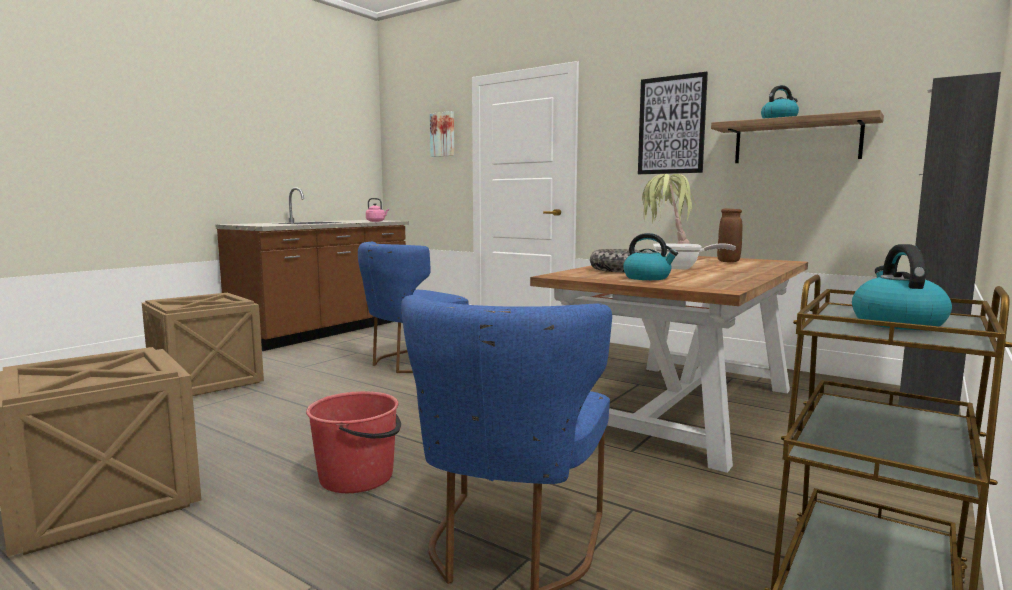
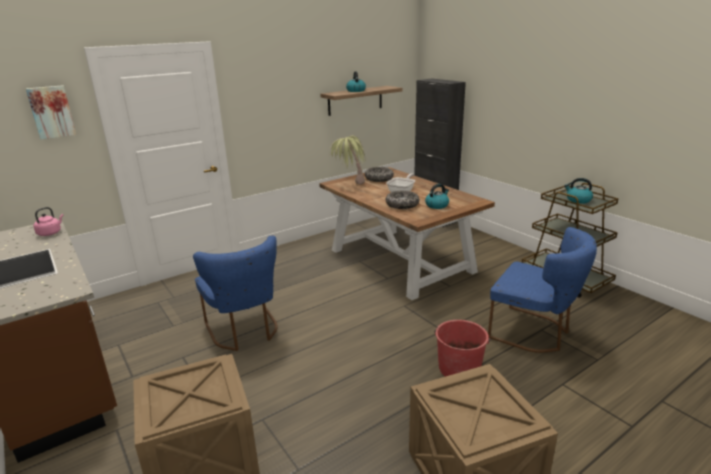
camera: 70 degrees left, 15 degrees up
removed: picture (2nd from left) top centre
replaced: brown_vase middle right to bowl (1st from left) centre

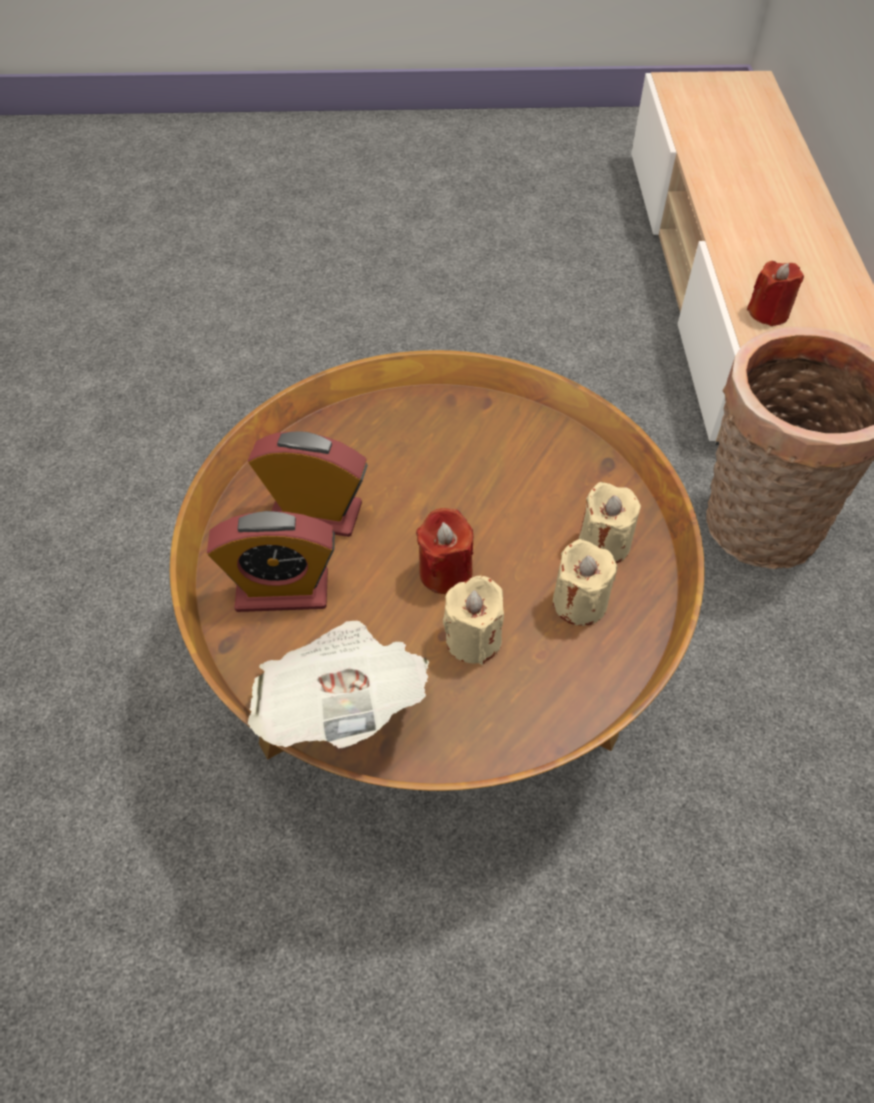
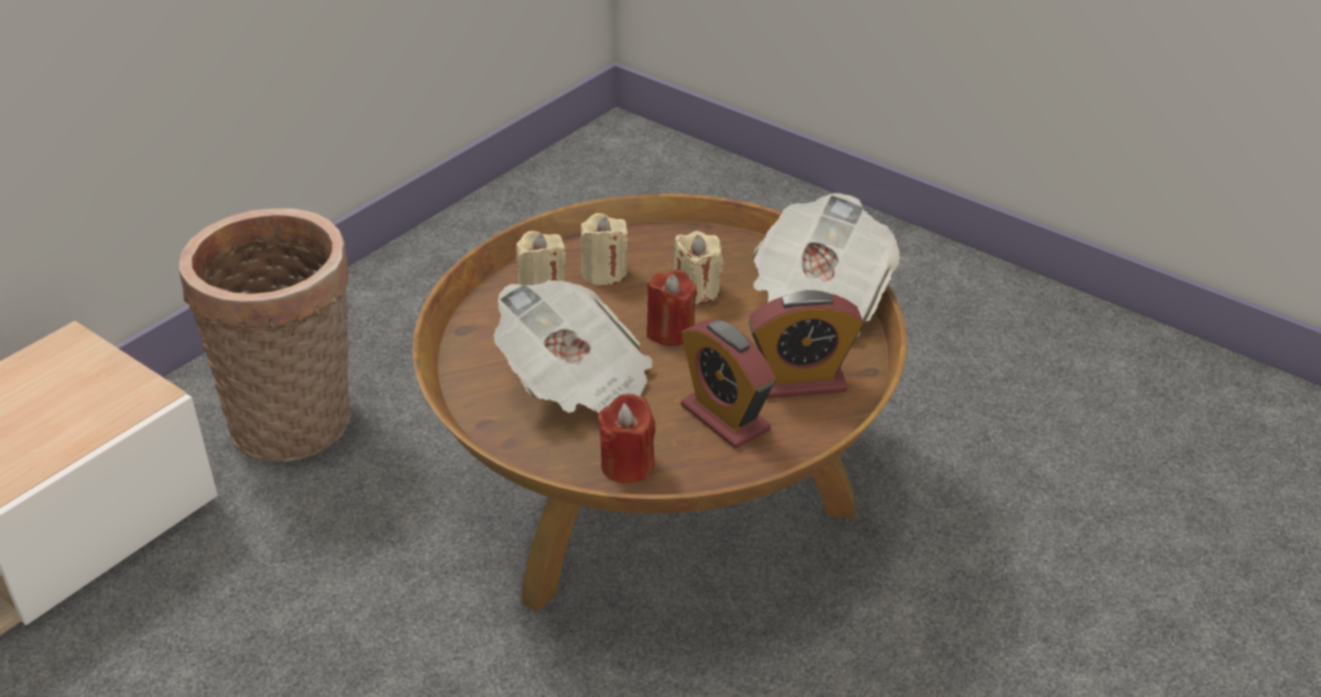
camera: 140 degrees left, 15 degrees down
added: newspaper (1st from left) centre
moved: red_candle (2nd from left in the first image) top right to red_candle (1st from left) centre
turned: alarm_clock (1st from left in the first image) middle left = centre 135 degrees clockwise

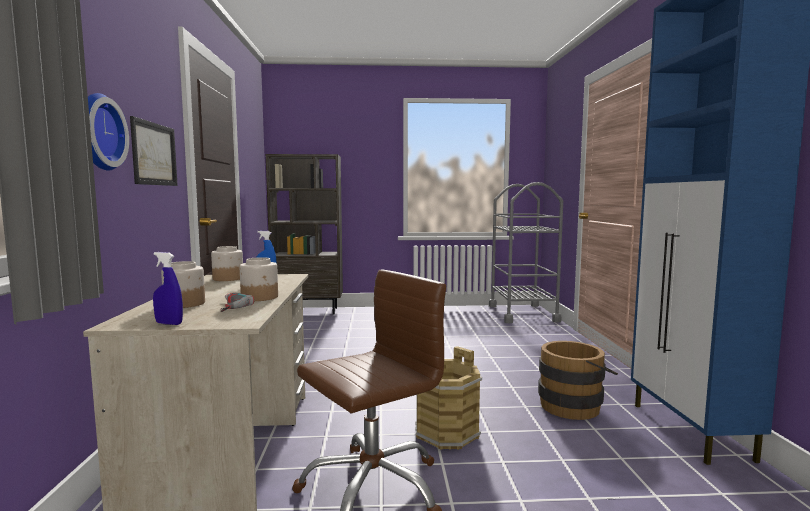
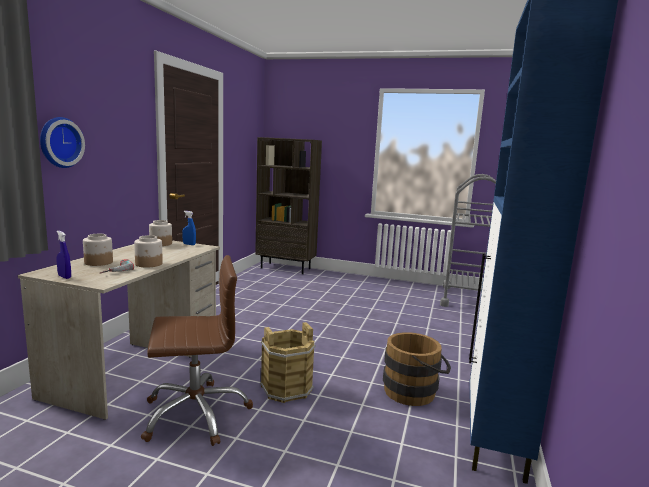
camera: 20 degrees right, 5 degrees up
removed: picture top left

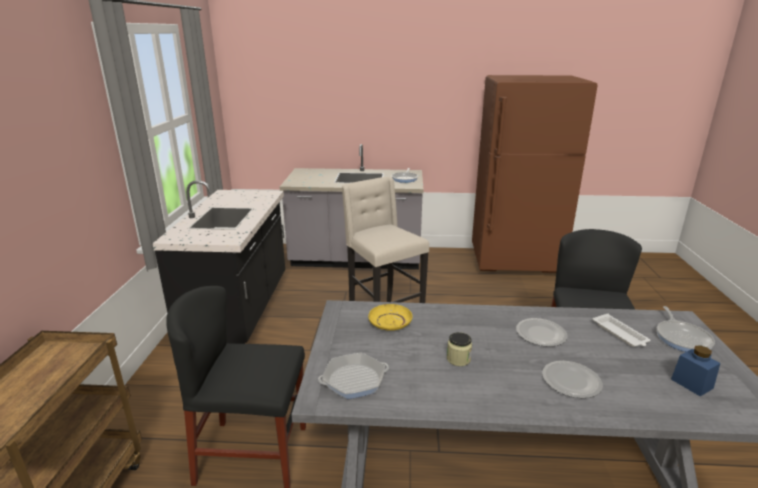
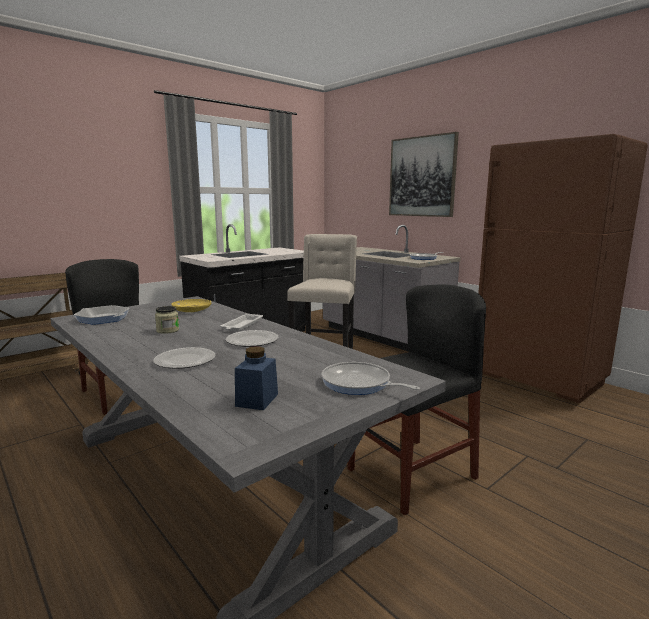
camera: 45 degrees right, 10 degrees down
added: picture top centre
moved: white_tray bottom right to centre
turned: frying_pan (3rd from left in the first image) bottom right = centre 75 degrees clockwise

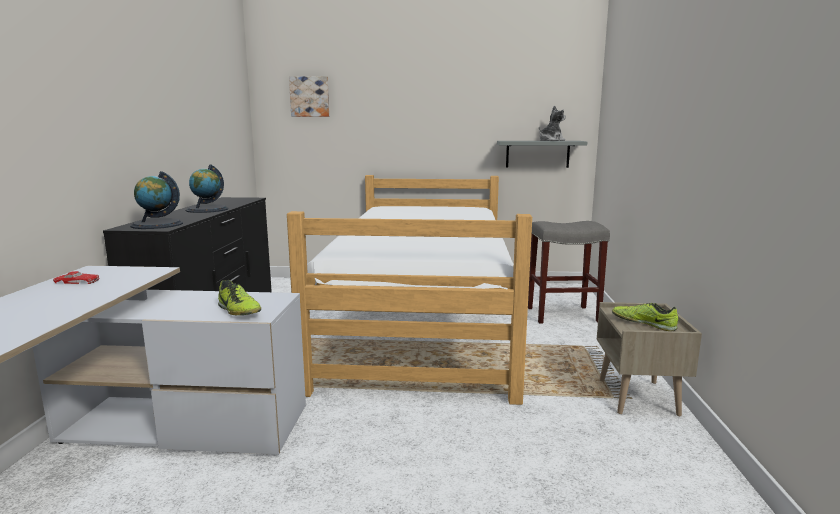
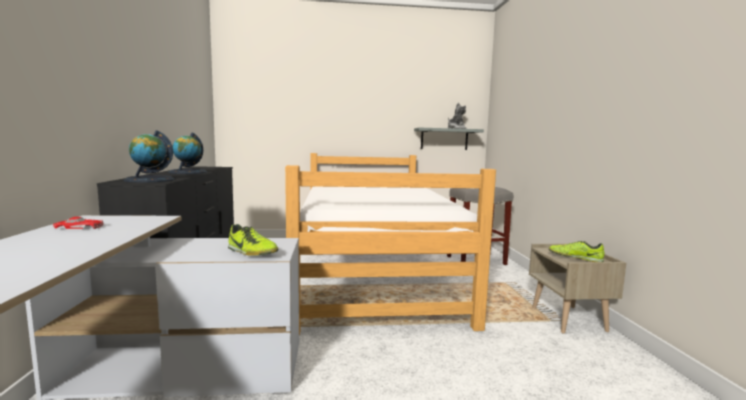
camera: 10 degrees left, 5 degrees down
removed: picture top centre

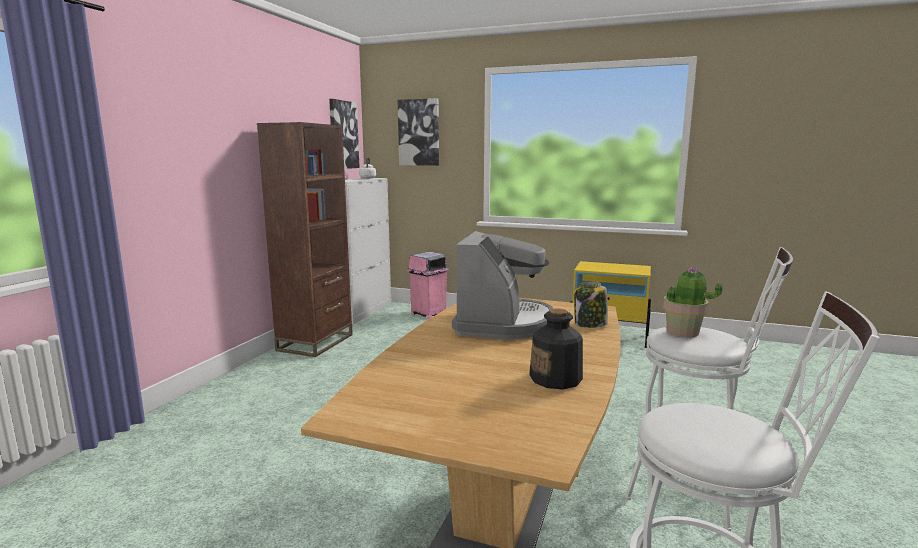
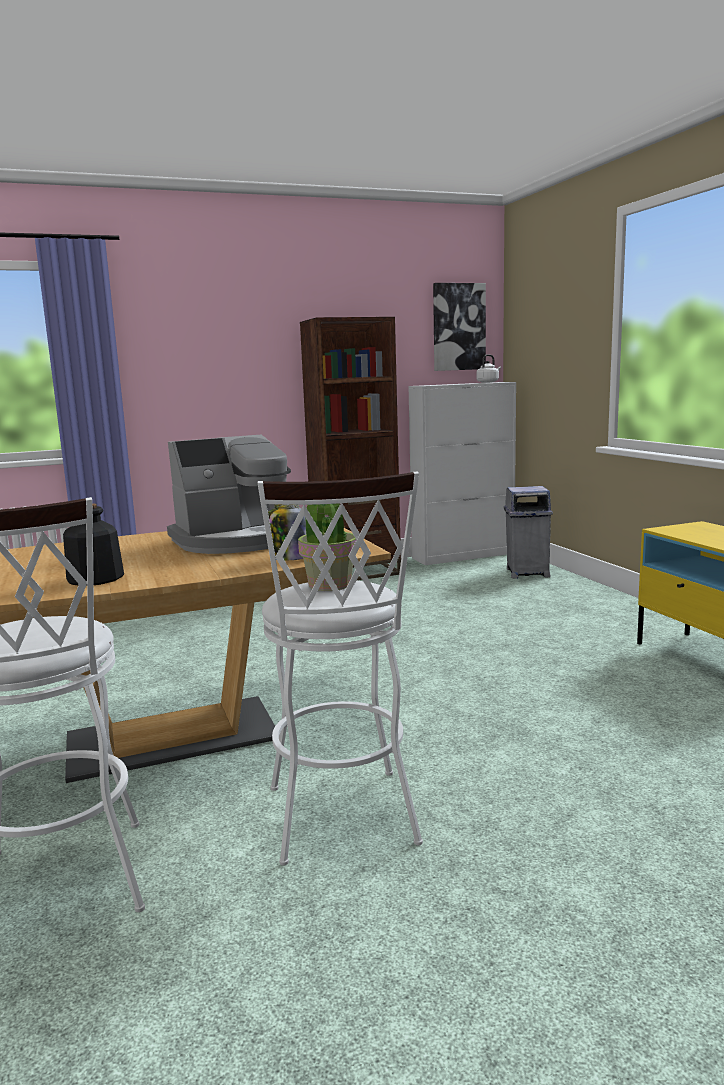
camera: 50 degrees right, 0 degrees up
removed: picture (2nd from left) top centre
recoloured: pink_trash_can centre to grey_trash_can middle right

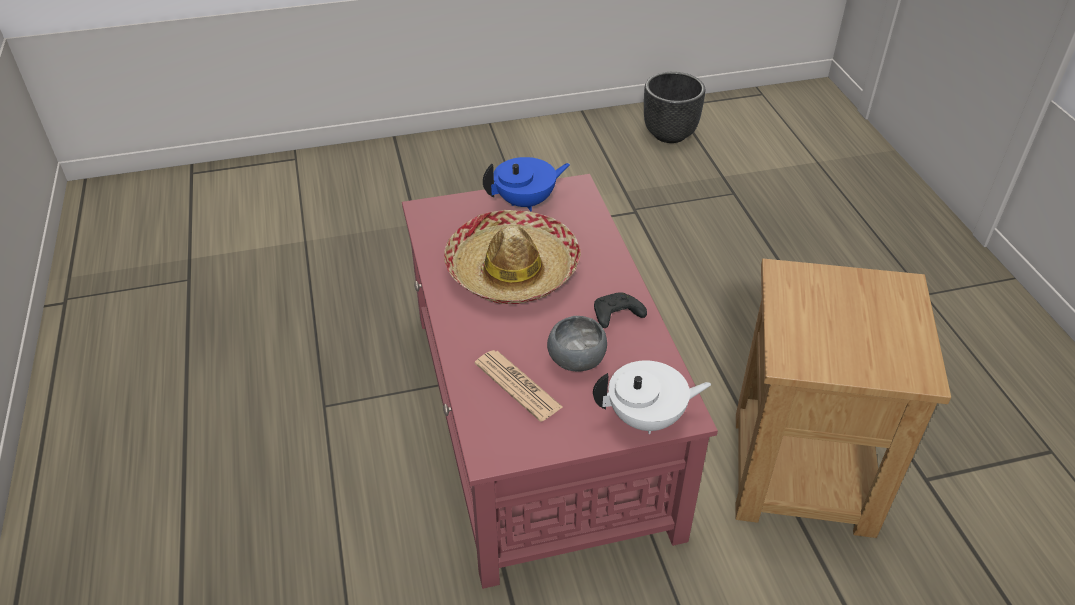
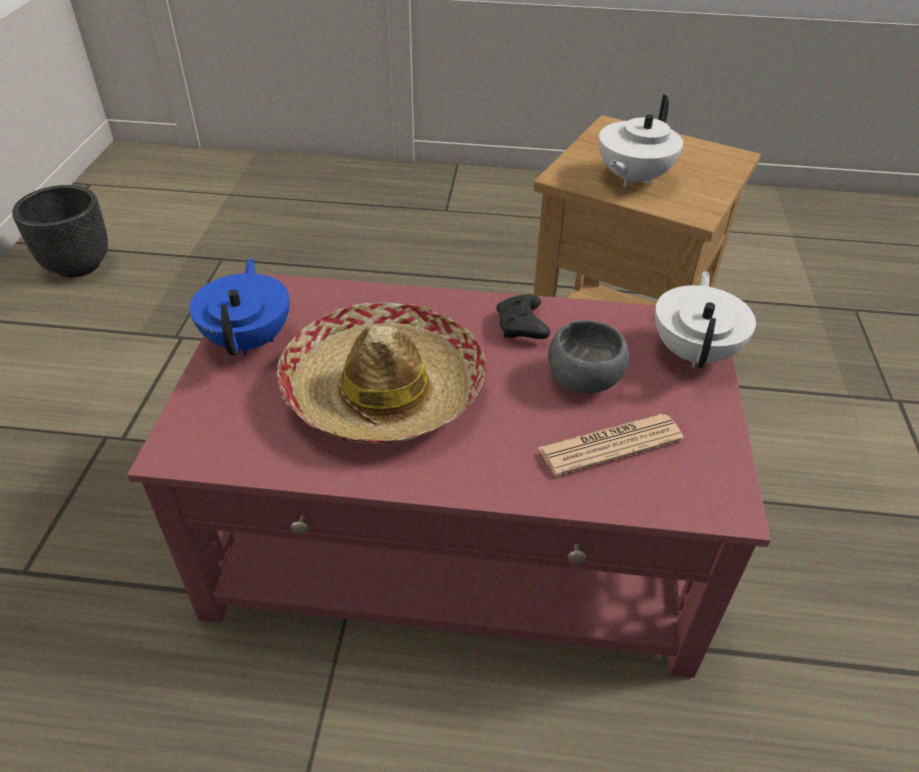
camera: 70 degrees left, 0 degrees up
added: white_teapot (1st from left) top right

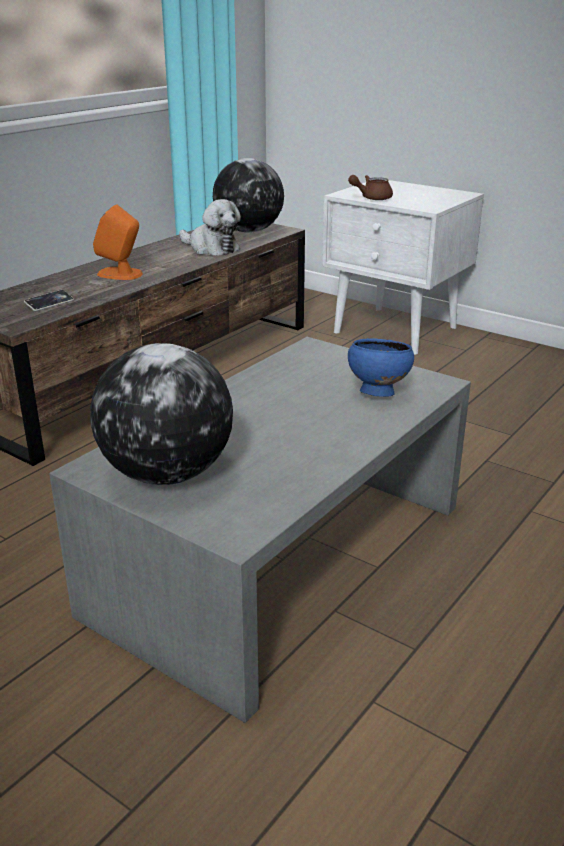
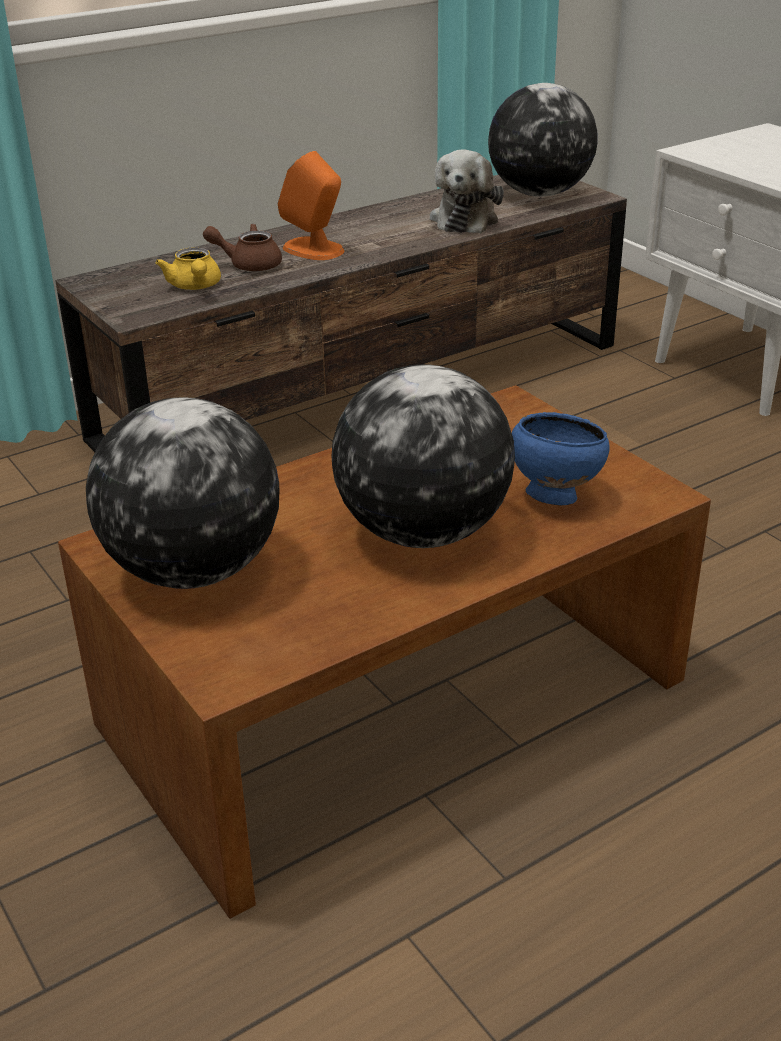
camera: 20 degrees right, 5 degrees up
added: globe (2nd from left) centre
moved: brown_teapot top centre to top left
replaced: phone middle left to yellow_teapot top left
recoloured: grey_coffee_table centre to brown_coffee_table centre
turned: plush_toy top centre = top centre 45 degrees clockwise

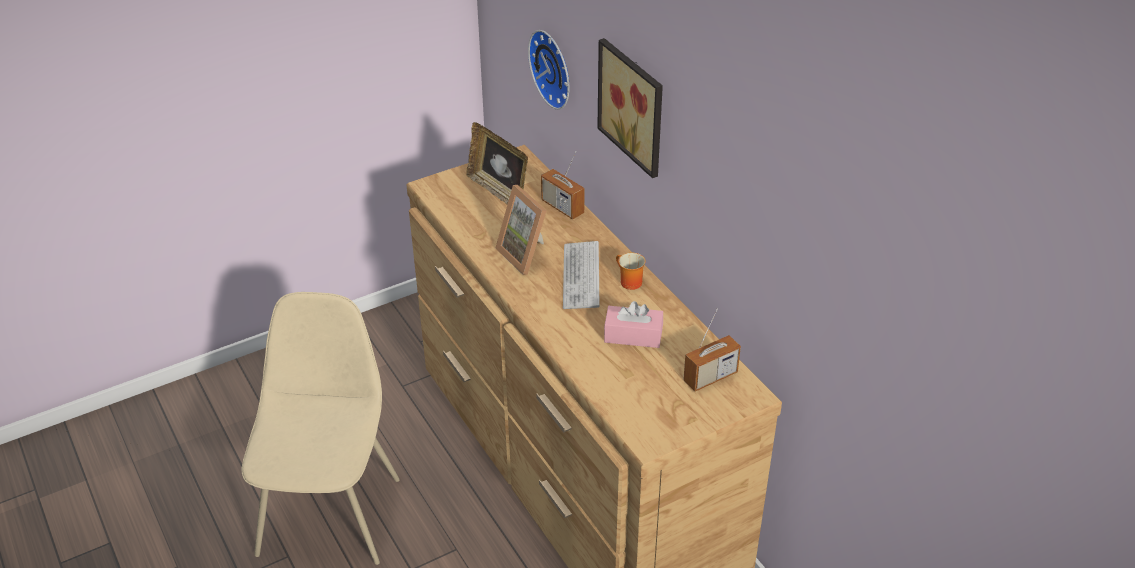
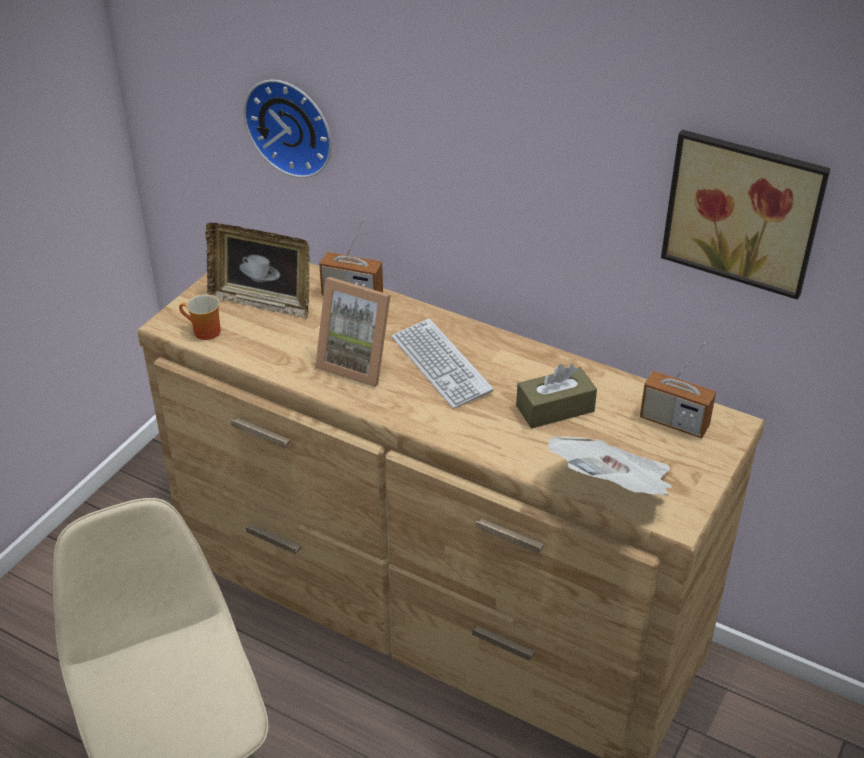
camera: 30 degrees left, 0 degrees up
added: newspaper middle right
moved: picture top centre to top right; mug centre to middle left
recoloured: pink_tissue_box centre to brown_tissue_box centre
turned: radio (2nd from left) centre = middle right 90 degrees clockwise

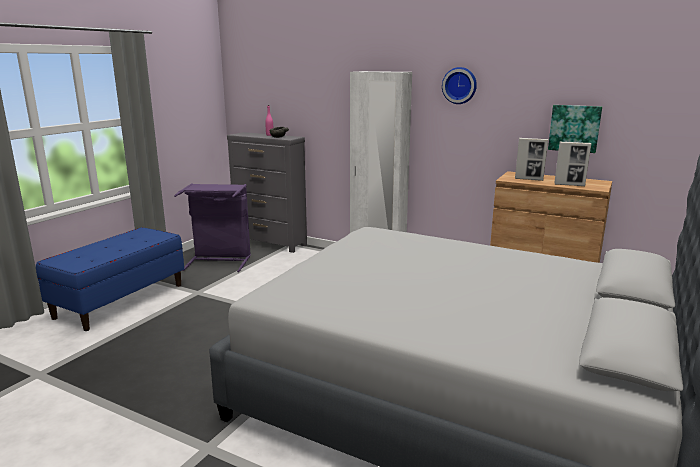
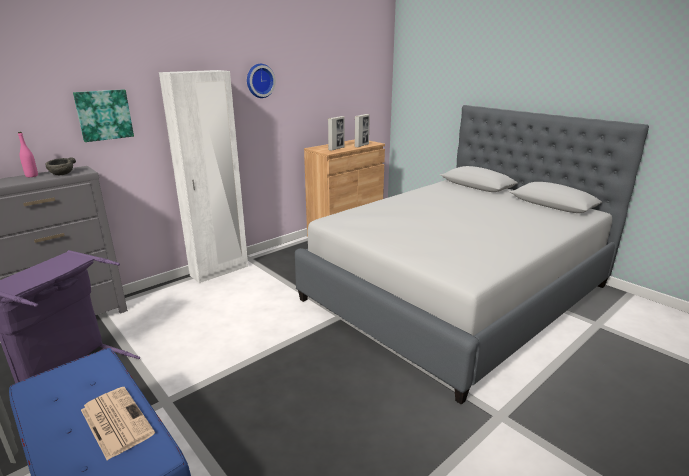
camera: 70 degrees left, 5 degrees up
added: newspaper bottom left
moved: picture top right to top left

